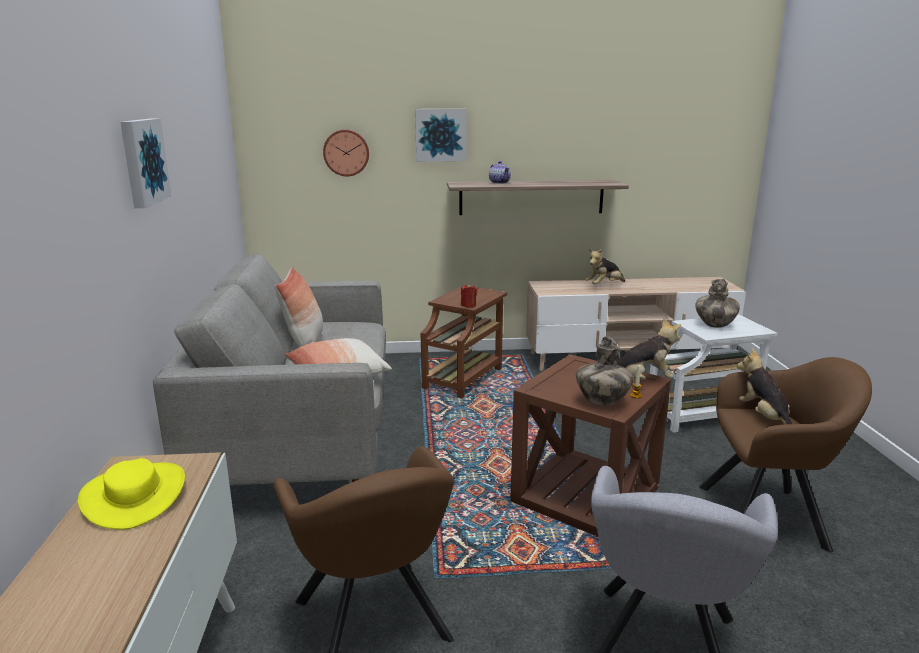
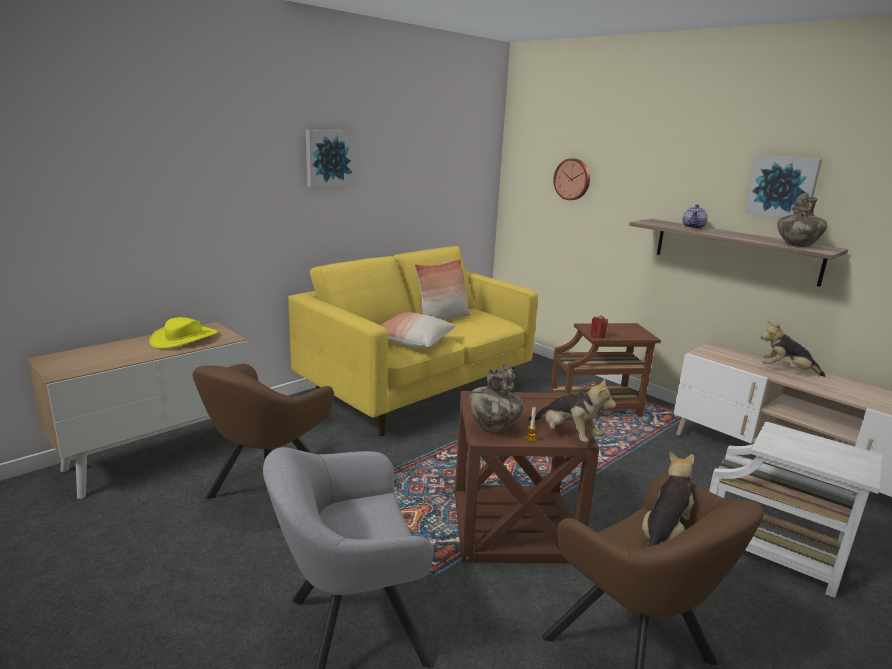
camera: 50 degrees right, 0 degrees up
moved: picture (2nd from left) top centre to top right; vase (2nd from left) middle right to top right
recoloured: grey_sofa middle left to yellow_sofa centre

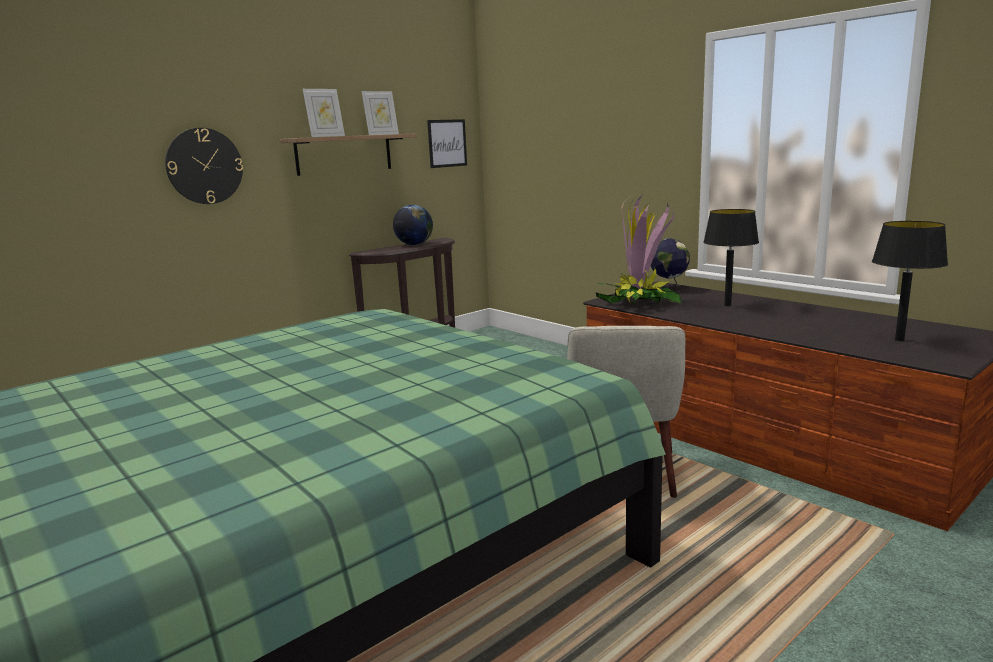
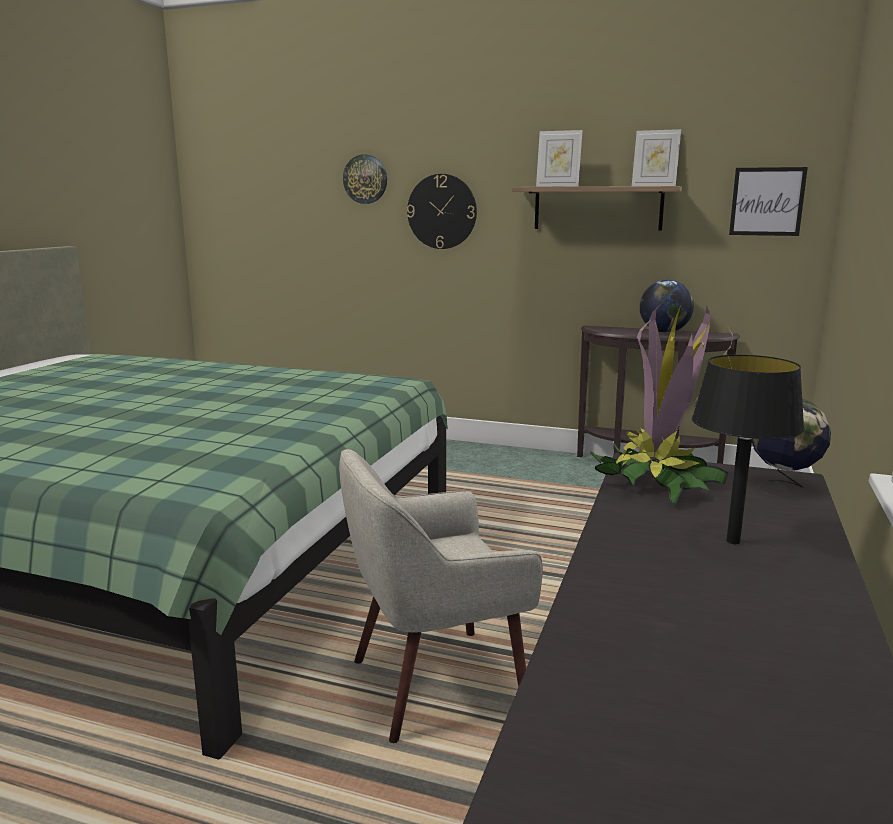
camera: 60 degrees right, 0 degrees up
removed: black_table_lamp (2nd from left) middle right
added: wall_clock (1st from left) top centre

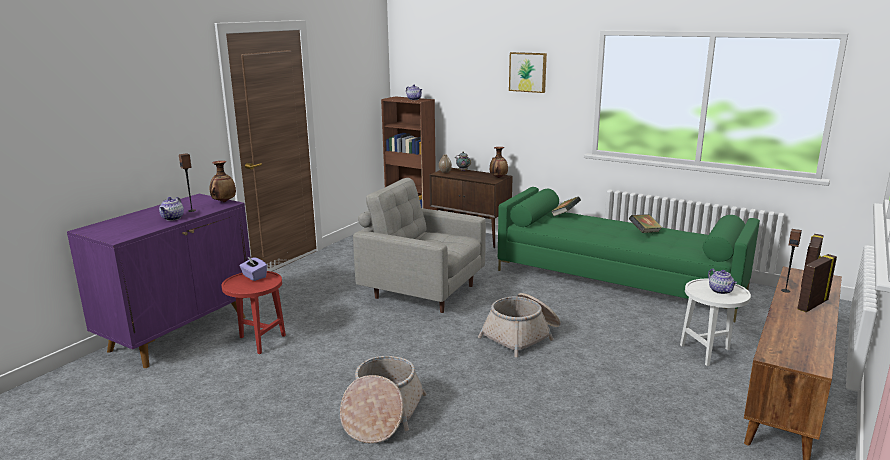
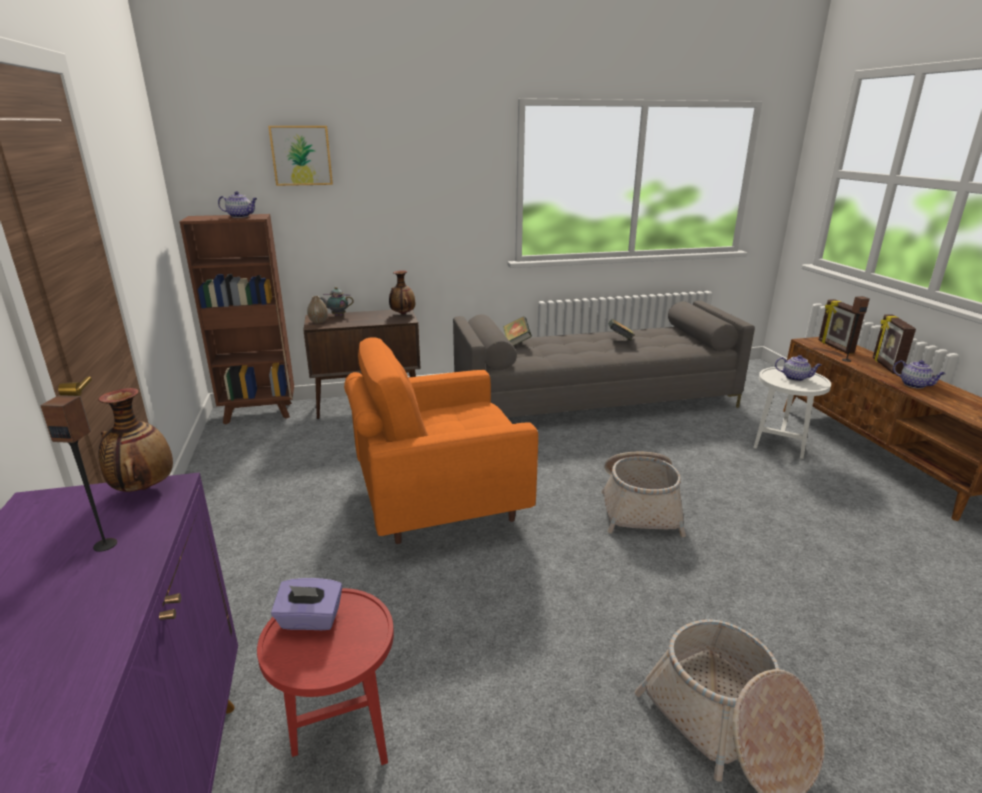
camera: 45 degrees left, 5 degrees up
moved: teapot (1st from left in the first image) middle left to teapot (4th from left) middle right; picture top centre to top left
recoloured: grey_armchair centre to orange_armchair centre; green_sofa middle right to grey_sofa centre

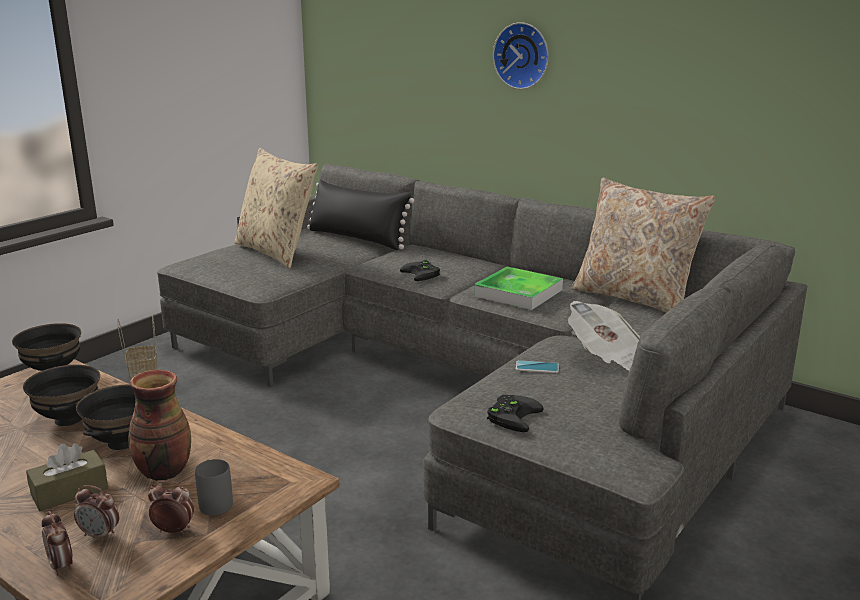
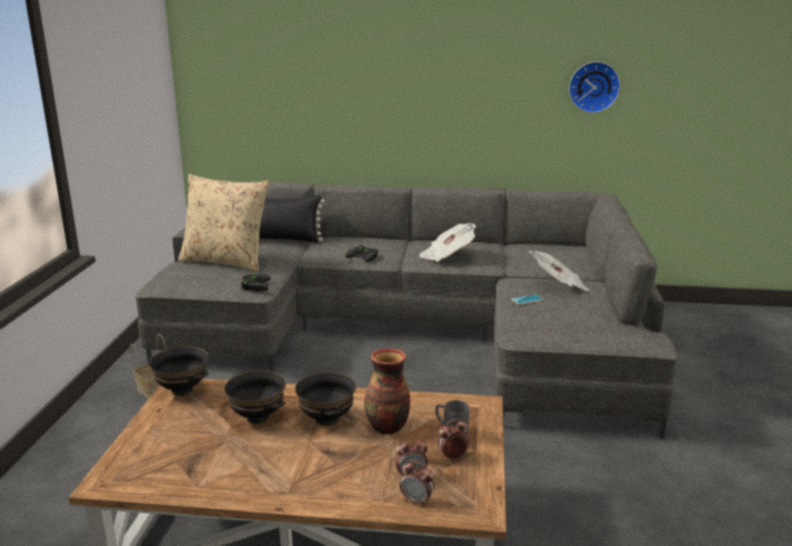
camera: 30 degrees left, 0 degrees up
removed: brown_tissue_box bottom left; beige_pillow (2nd from left) middle right
moved: black_game_controller (2nd from left in the first image) bottom centre to black_game_controller (1st from left) middle left; wall_clock top centre to top right
replaced: tray centre to newspaper (1st from left) centre

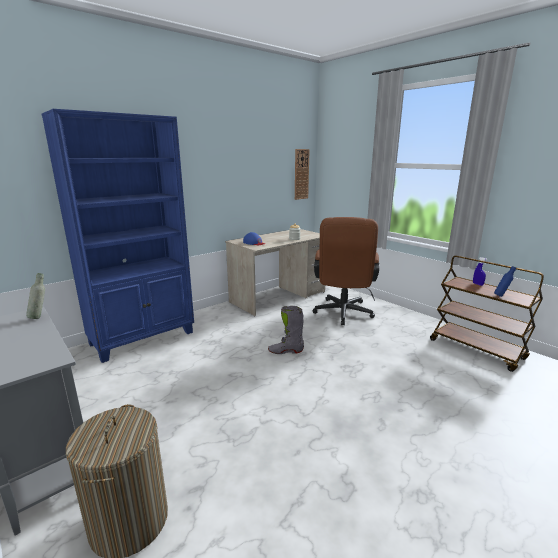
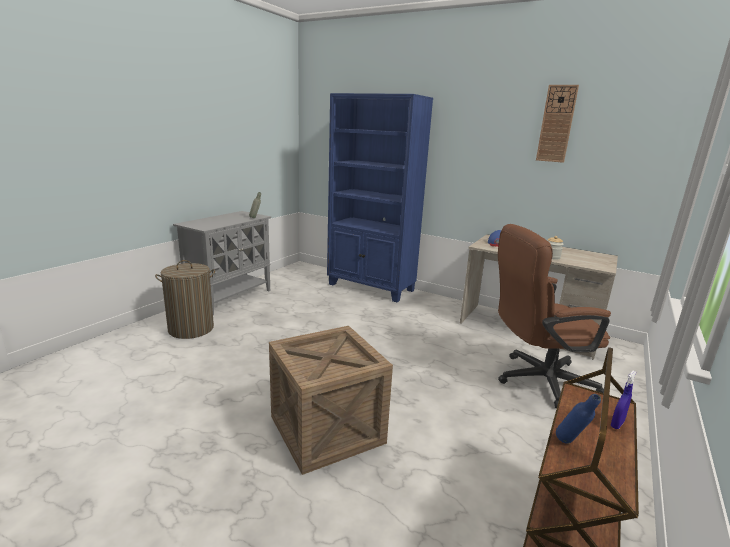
camera: 70 degrees right, 0 degrees up
removed: grey_boot centre
added: crate bottom centre
moved: wall_clock top centre to top right

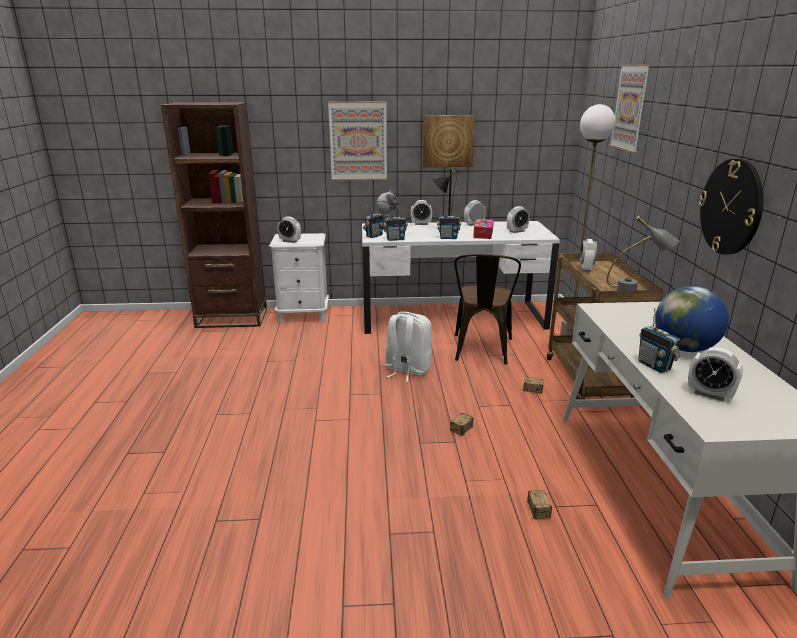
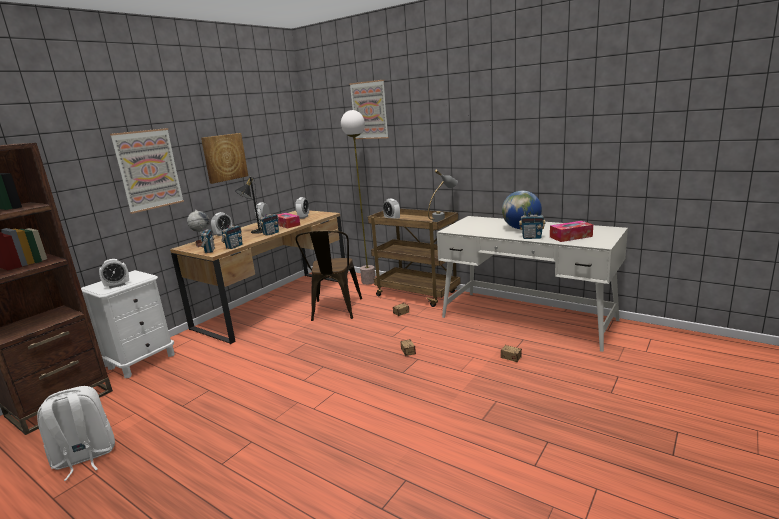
camera: 50 degrees left, 5 degrees down
removed: wall_clock top right
moved: white_backpack centre to bottom left
replaced: alarm_clock (6th from left) middle right to tissue_box (2nd from left) middle right
recoloured: white_desk (1st from left) centre to brown_desk middle left
turned: brown_chair centre = centre 45 degrees clockwise

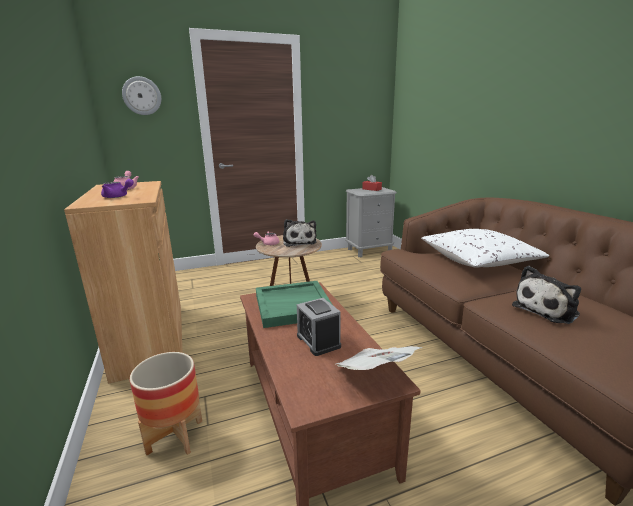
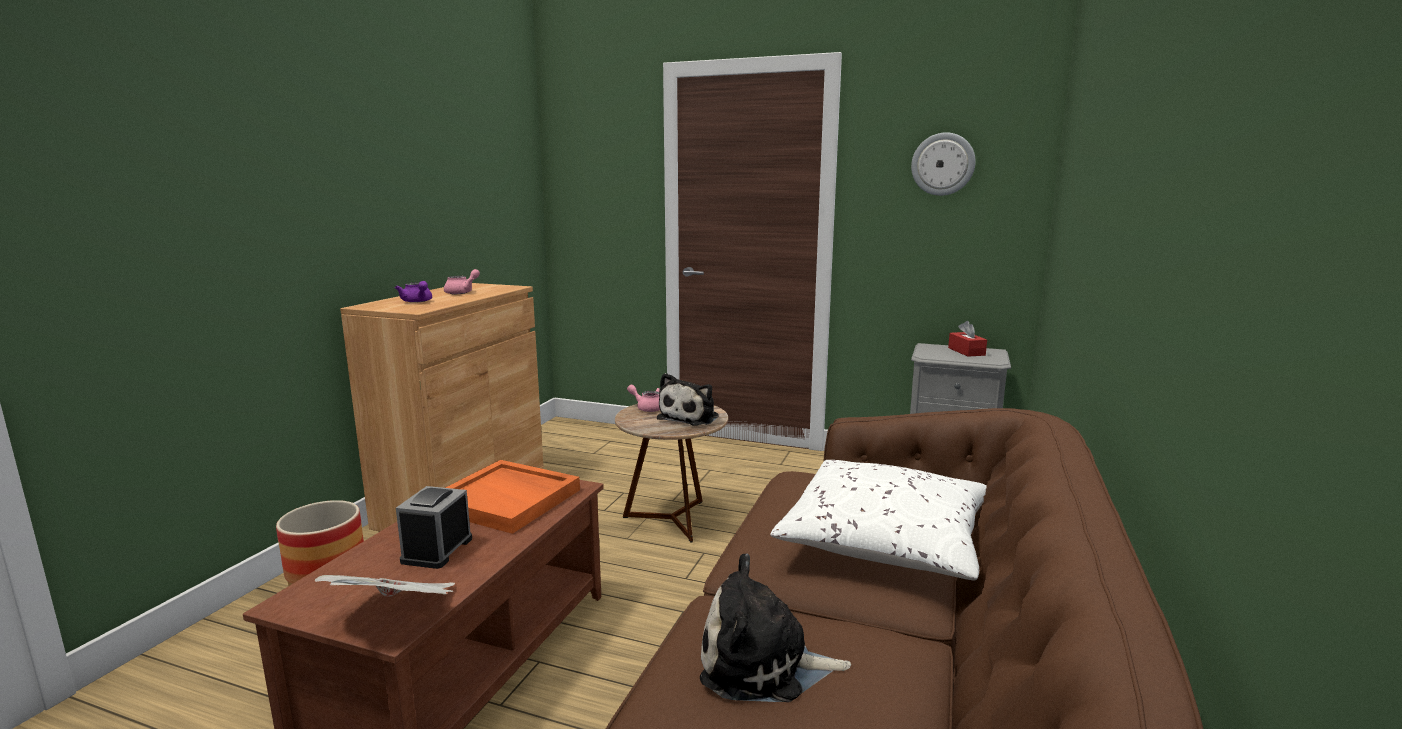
camera: 40 degrees right, 5 degrees down
moved: wall_clock top left to top right
recoloured: green_tray centre to orange_tray bottom centre

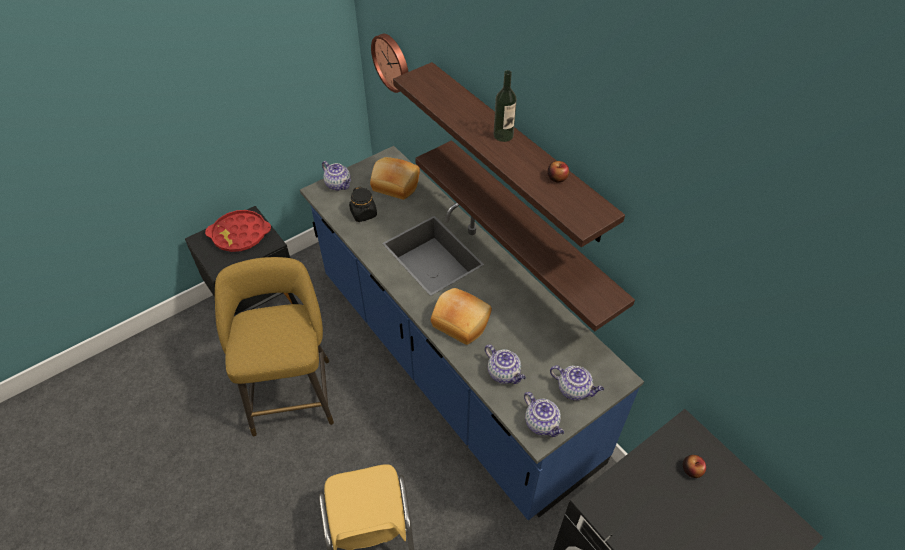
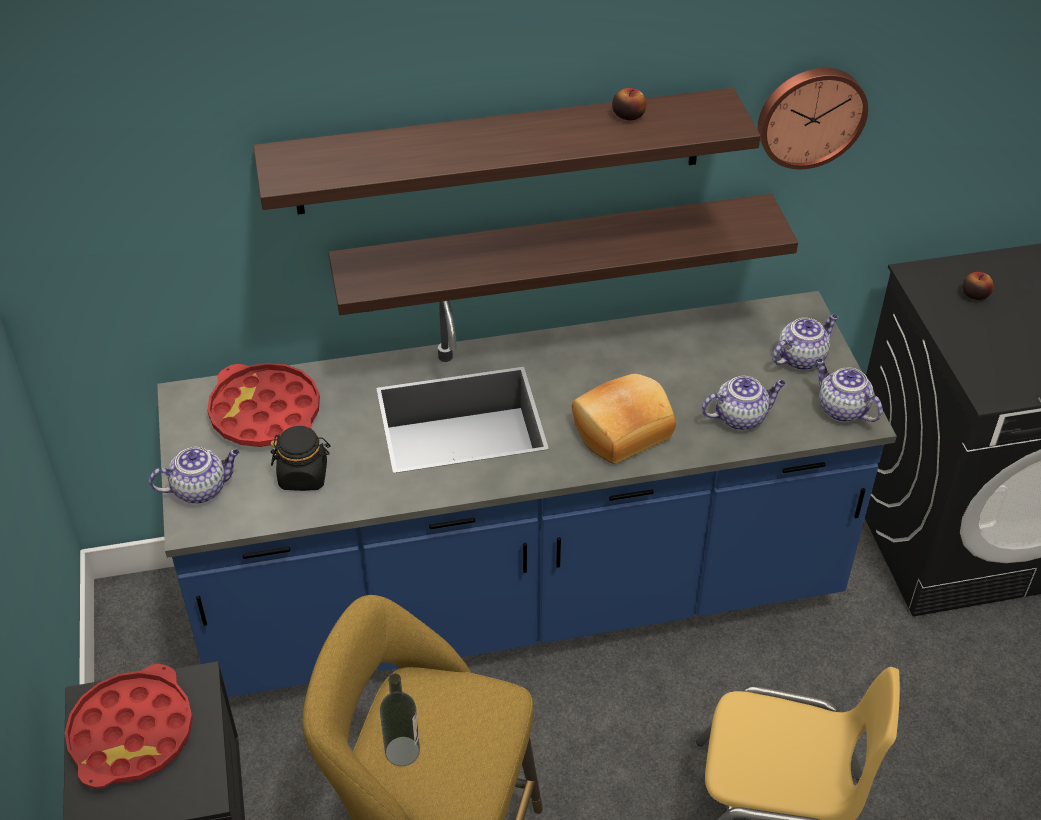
camera: 65 degrees left, 5 degrees down
moved: wall_clock top centre to top right; bottle top centre to bottom centre
replaced: bread (1st from left) top centre to red_tray (2nd from left) middle left
turned: teapot (3rd from left in the first image) bottom centre = middle right 120 degrees counterclockwise

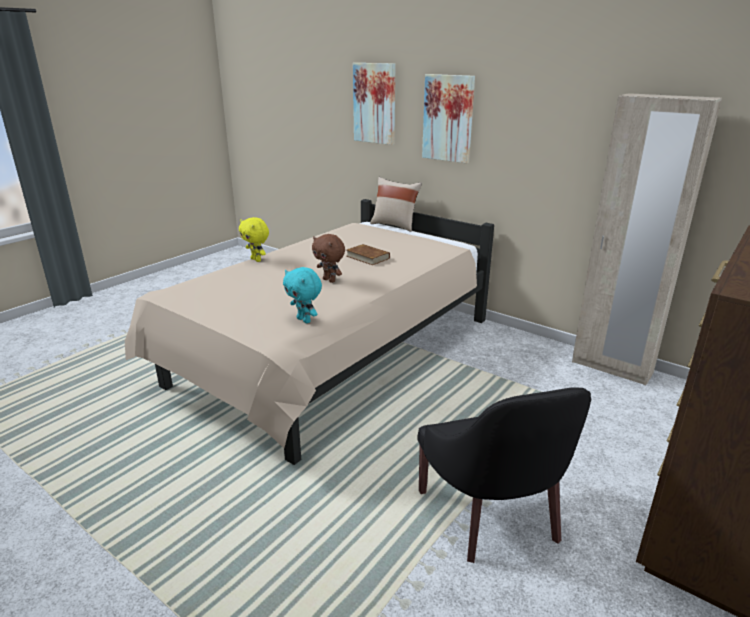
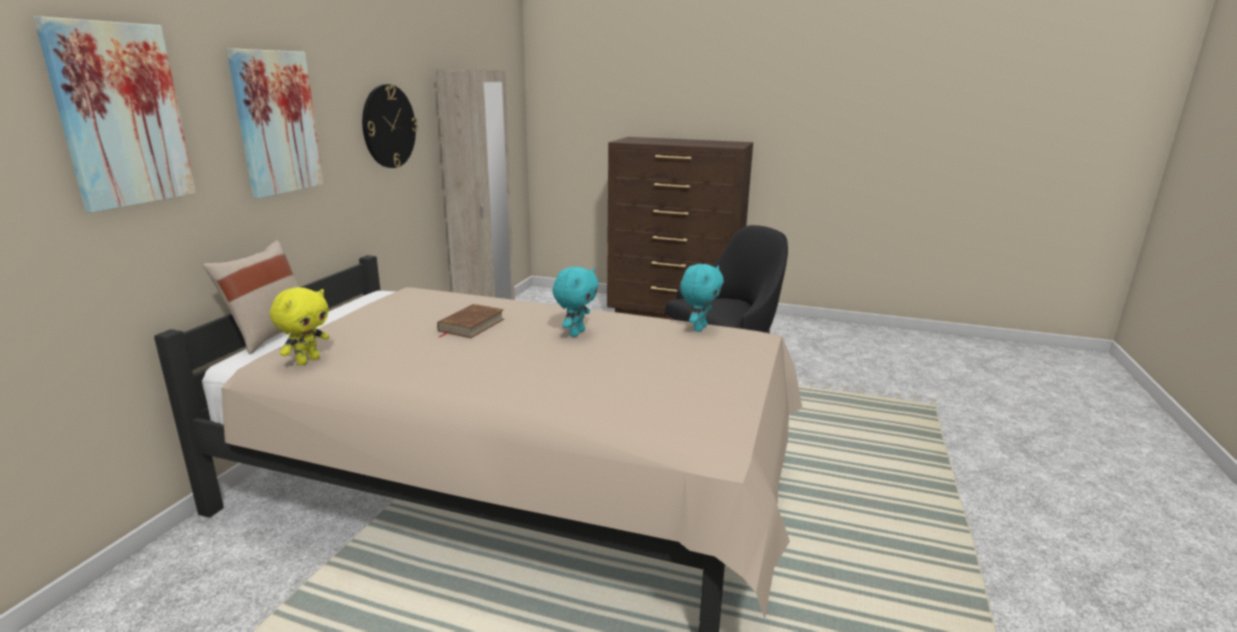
camera: 110 degrees left, 5 degrees down
added: wall_clock top left
moved: yellow_plush_toy centre to middle left
recoloured: brown_plush_toy centre to turquoise_plush_toy (1st from left) centre

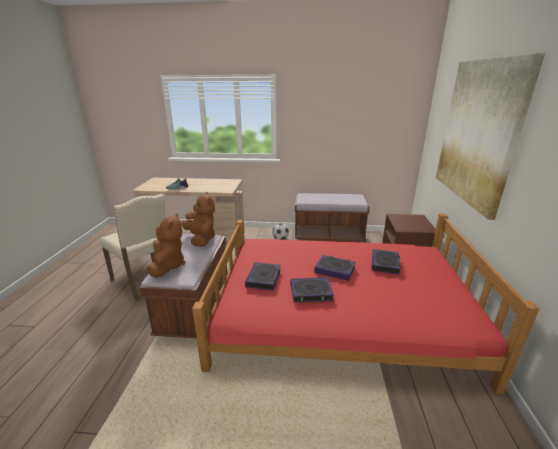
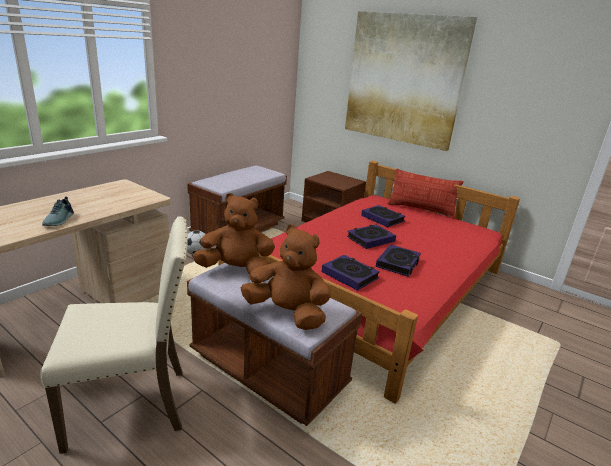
camera: 60 degrees left, 0 degrees up
added: pillow middle right

